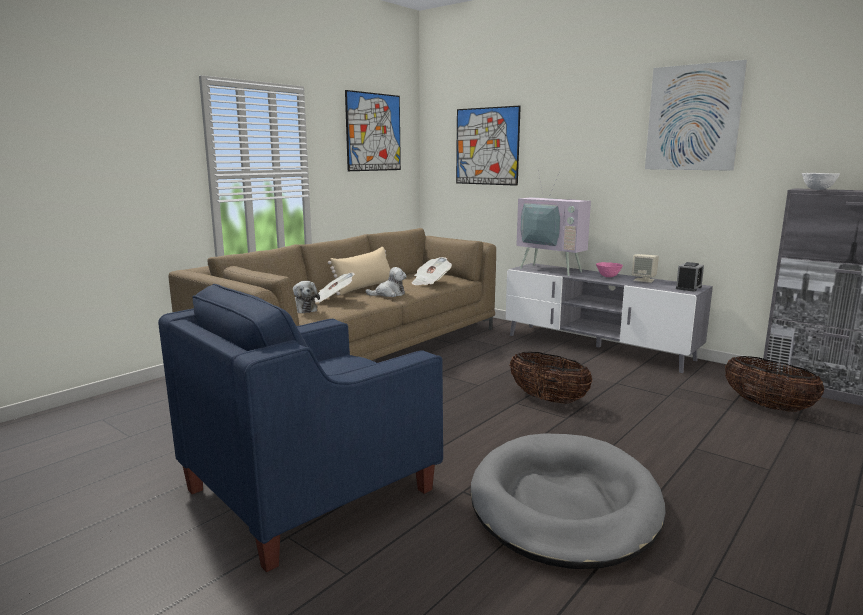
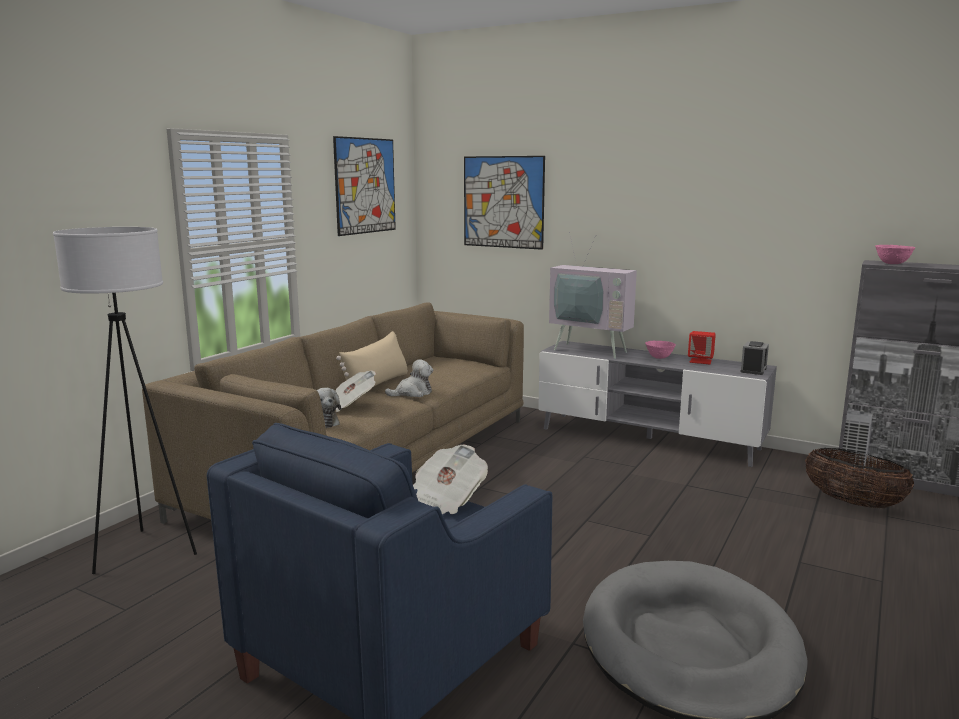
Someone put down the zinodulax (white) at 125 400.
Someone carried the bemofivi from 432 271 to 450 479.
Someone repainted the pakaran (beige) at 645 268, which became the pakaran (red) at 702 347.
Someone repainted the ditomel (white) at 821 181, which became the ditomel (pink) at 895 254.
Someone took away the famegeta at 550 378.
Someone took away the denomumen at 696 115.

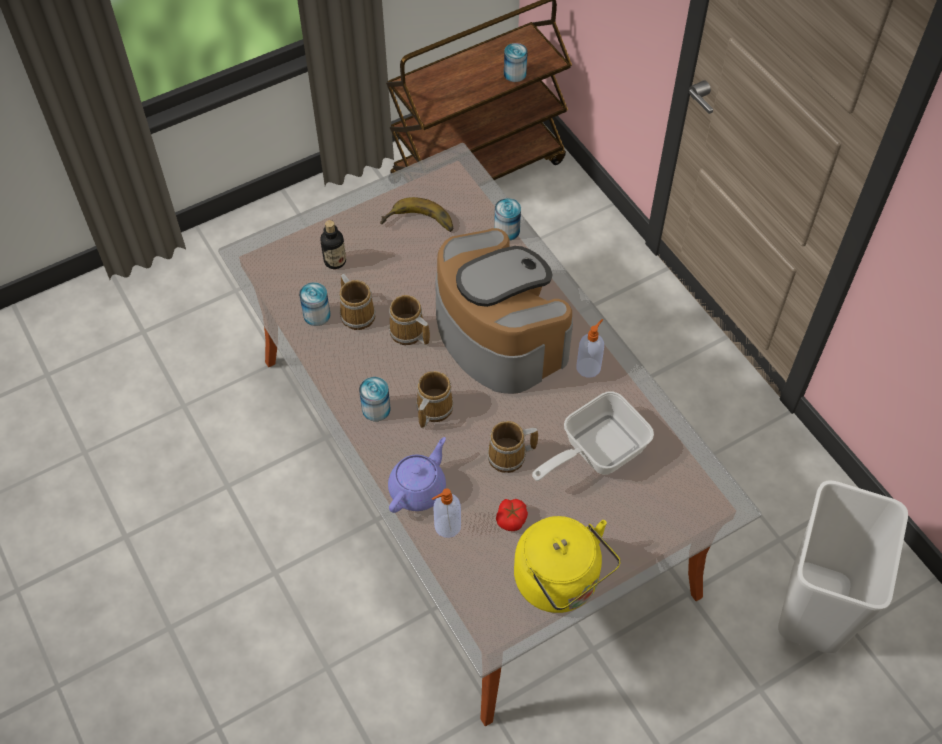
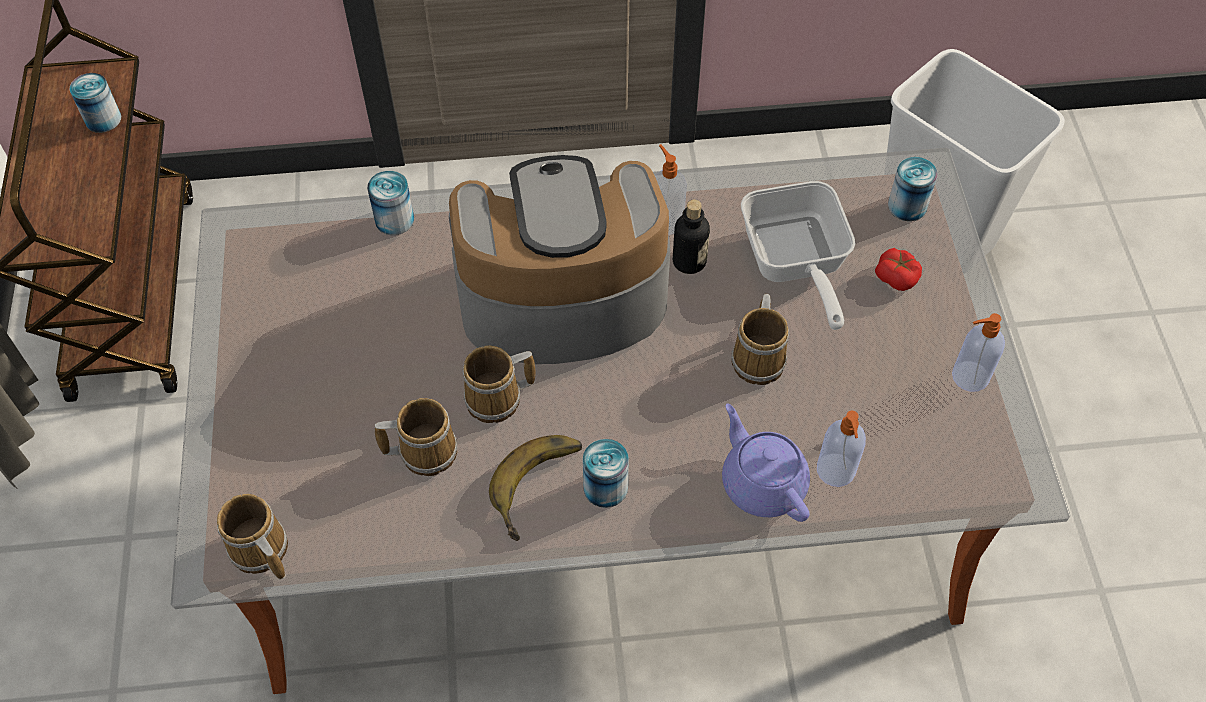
Someone carried the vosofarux from 435 399 to 252 537.
Someone carried the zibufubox from 416 214 to 535 488.
Someone carried the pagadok from 333 244 to 691 236.
Someone carried the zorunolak from 512 515 to 898 269.
Someone carried the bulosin from 314 304 to 913 189.
Someone swapped the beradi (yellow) at 567 564 for the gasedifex at 978 352.

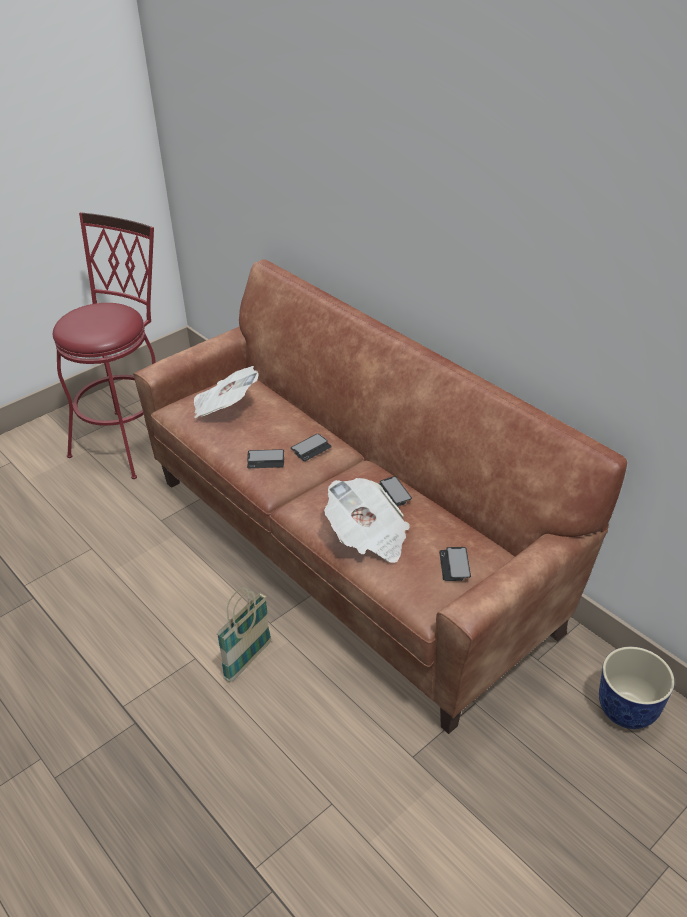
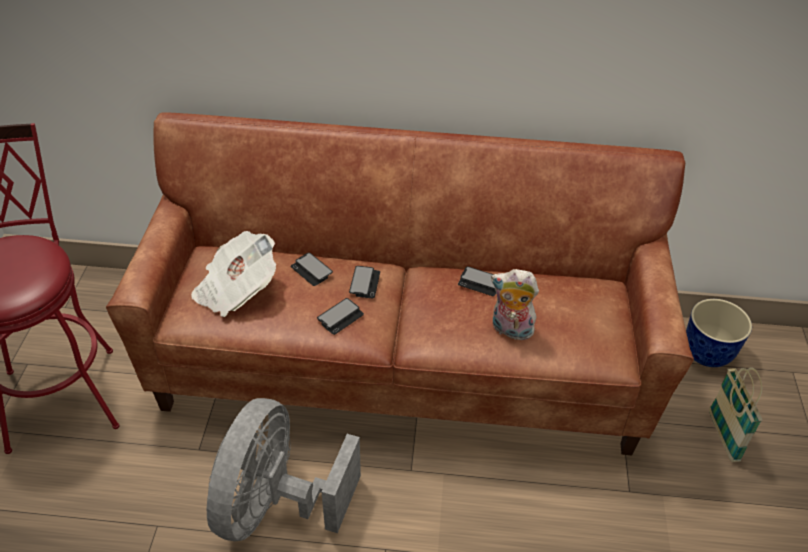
Someone put down the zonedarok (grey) at 284 469.
Someone carried the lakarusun from 455 564 to 311 269.
Someone swapped the bemofivi at 367 520 for the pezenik at 515 304.
Someone carried the famegeta from 243 635 to 735 414.

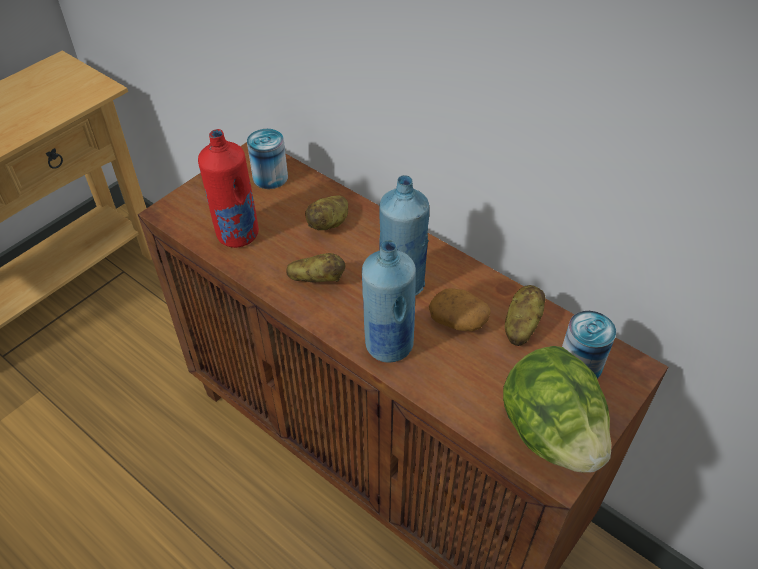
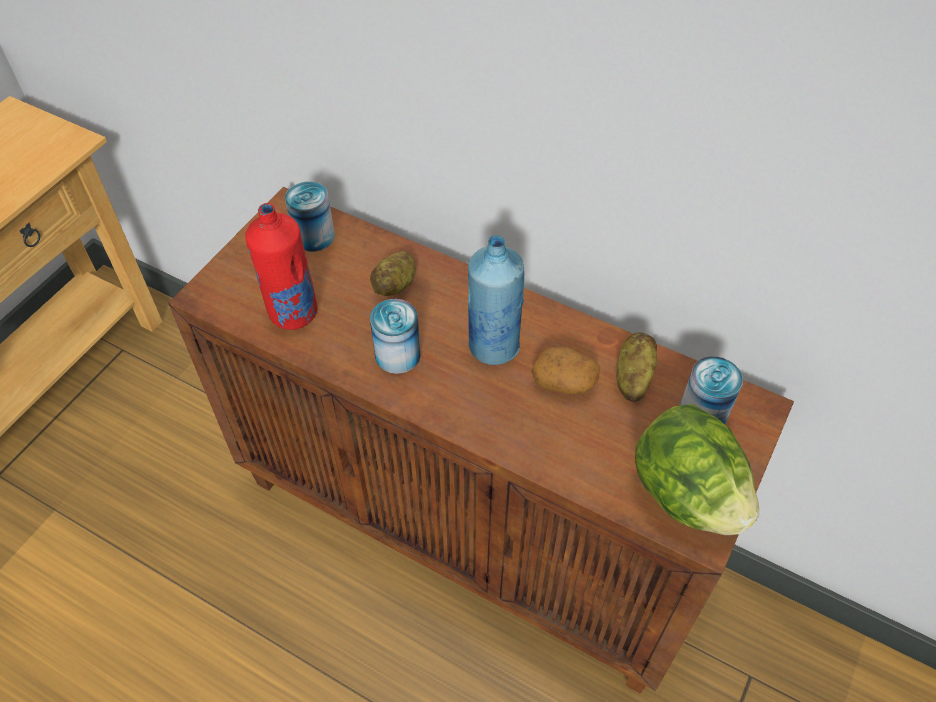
Someone swapped the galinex at 315 267 for the bulosin at 395 336.
Someone took away the pagadok (blue) at 389 301.

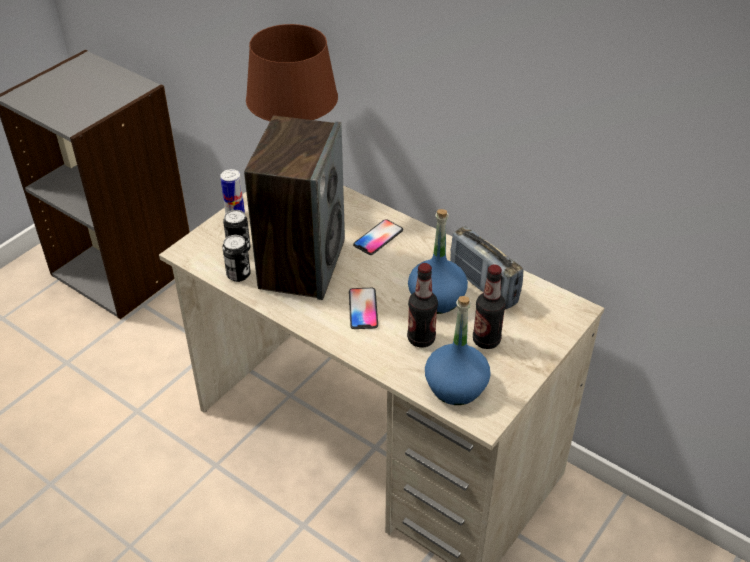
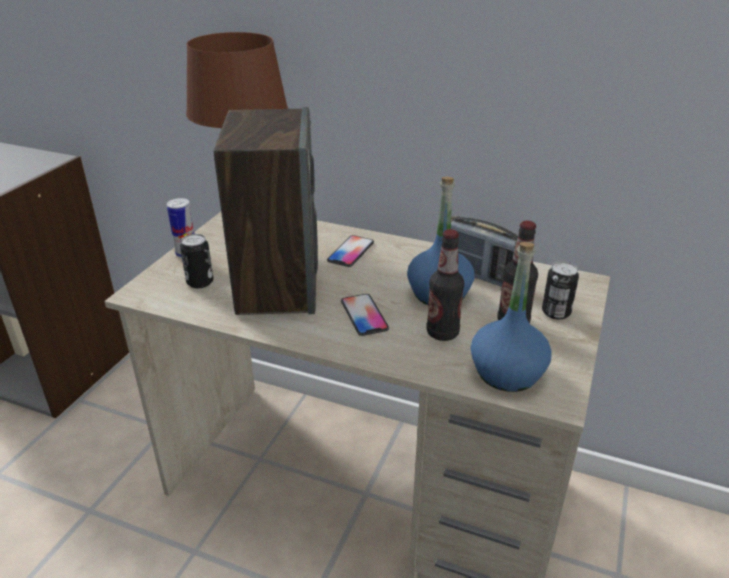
Someone carried the bulosin from 236 258 to 560 290.

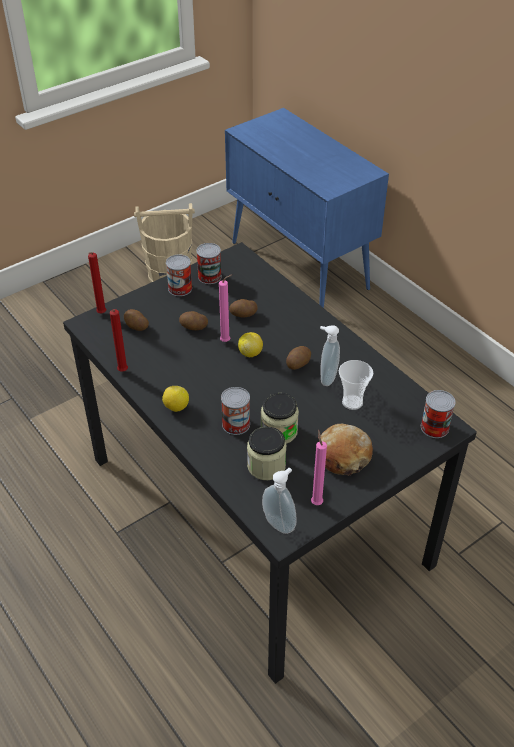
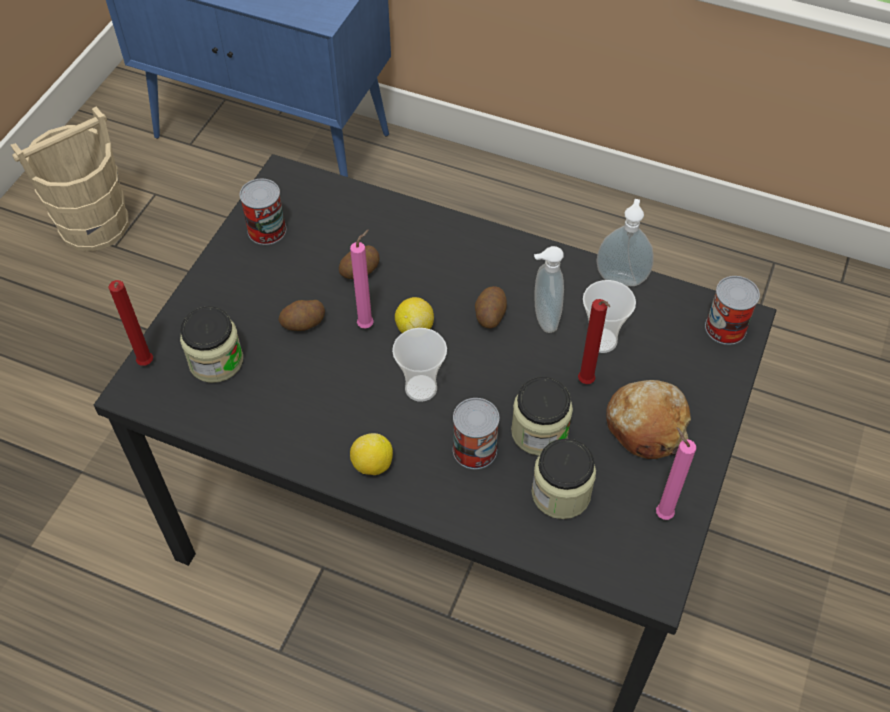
Someone swapped the galinex at 136 320 for the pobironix at 211 344.
Someone put down the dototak at 419 365.
Someone carried the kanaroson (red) from 119 340 to 594 341.
Someone carried the gasedifex from 279 501 to 625 242.
Someone took away the bulosin at 179 275.

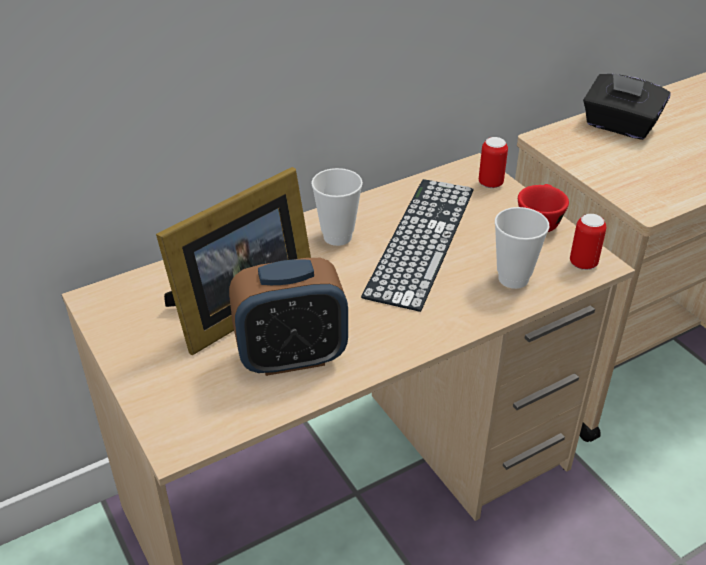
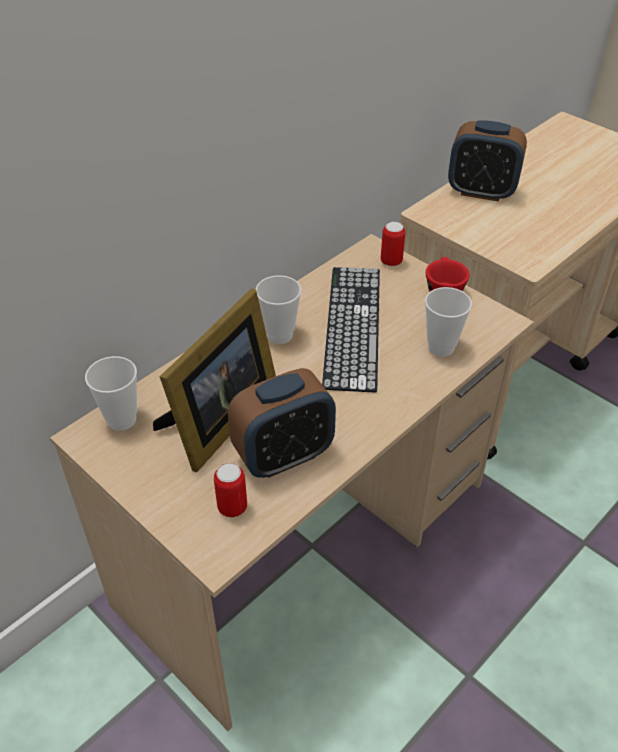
Someone put down the dototak at 111 393.
Someone carried the bulosin from 588 242 to 230 490.
Someone swapped the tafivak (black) at 627 106 for the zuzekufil at 487 161.

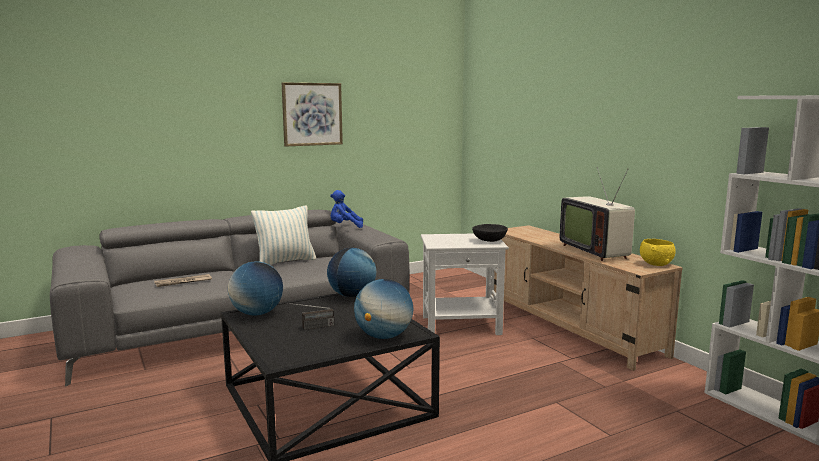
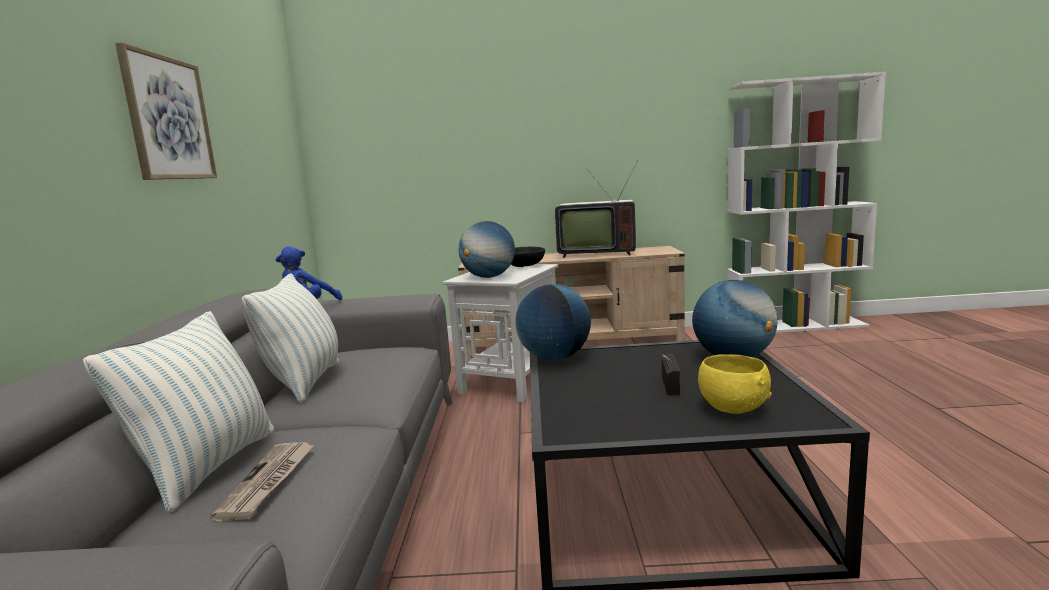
Someone put down the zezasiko at 178 412.
Someone carried the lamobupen from 255 288 to 487 249.
Someone carried the ditomel (yellow) from 658 252 to 735 384.

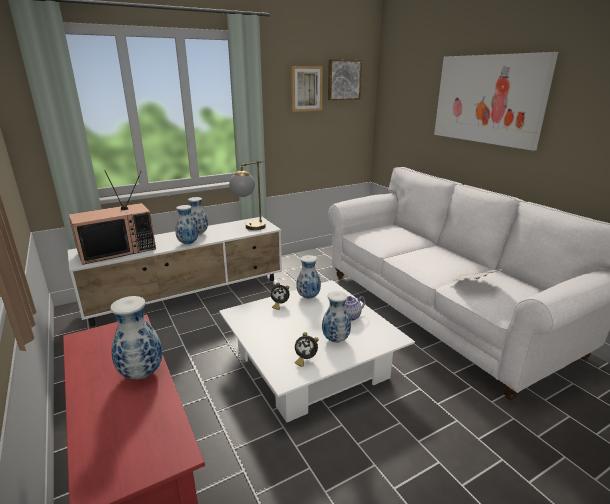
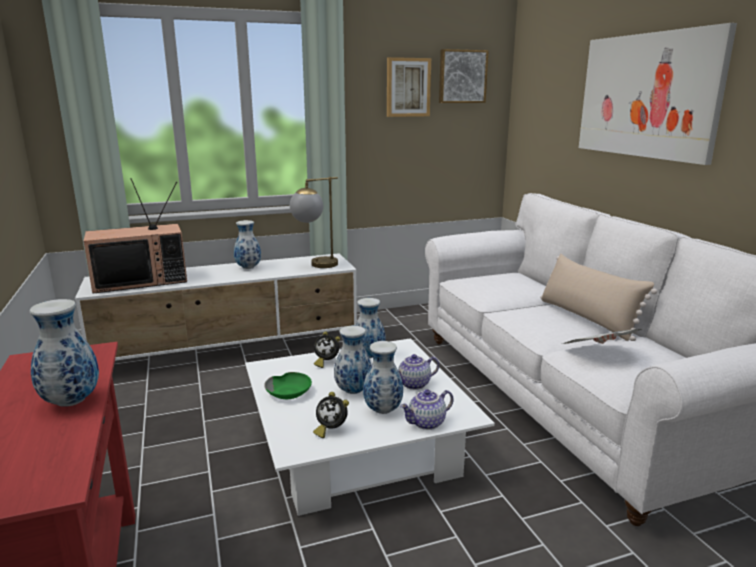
Someone put down the ditomel (green) at 288 385.
Someone carried the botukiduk from 186 225 to 352 360.
Someone put down the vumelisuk at 427 409.
Someone put down the zezasiko (beige) at 598 297.

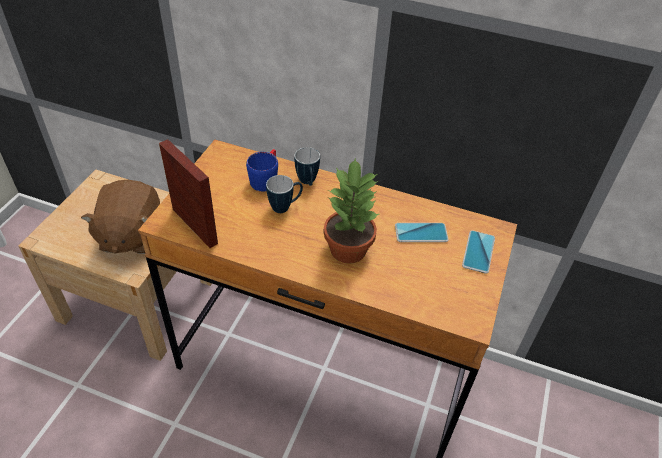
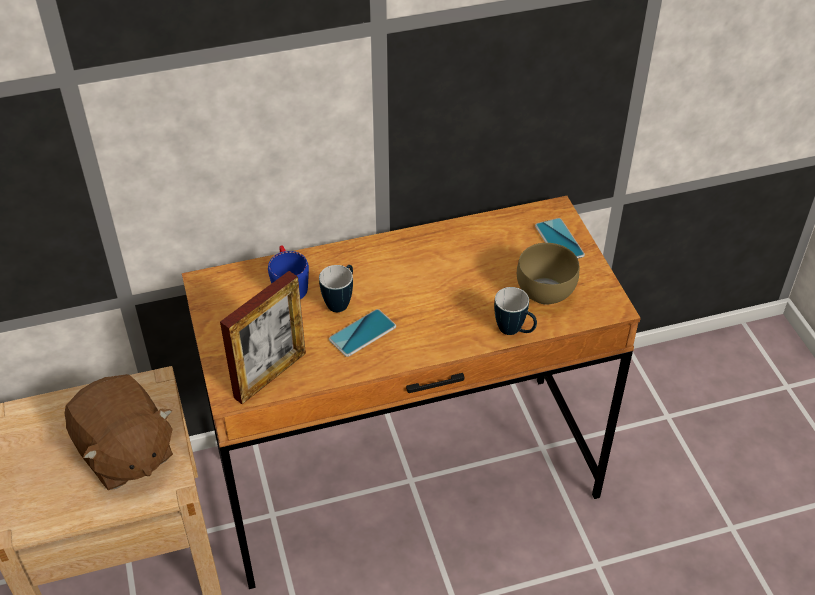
Someone rotated the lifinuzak at 188 193 by 120 degrees clockwise.
Someone carried the lakarusun from 422 232 to 362 333.
Someone carried the vosofarux from 307 166 to 515 311.
Someone put down the ditomel (brown) at 548 274.
Someone took away the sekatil at 351 211.

